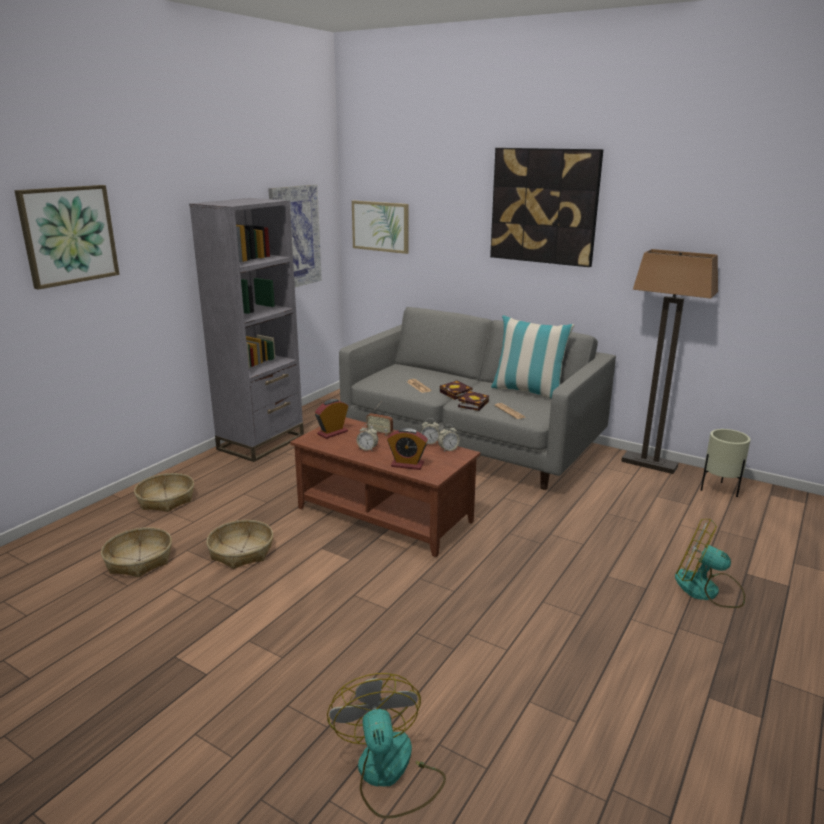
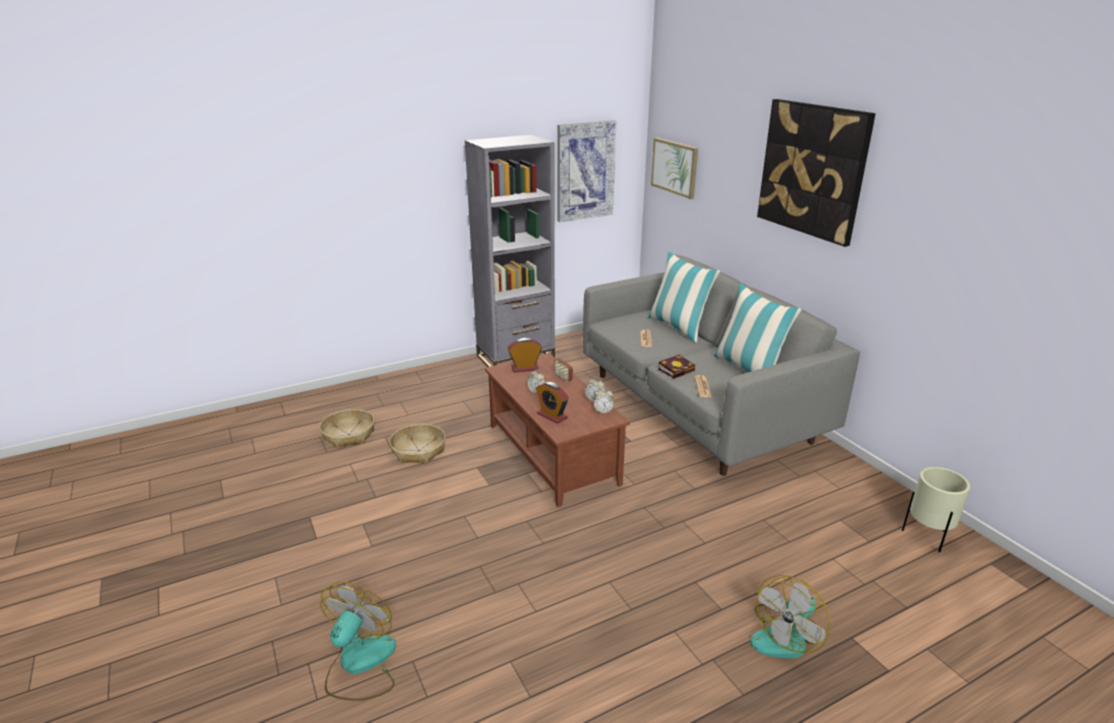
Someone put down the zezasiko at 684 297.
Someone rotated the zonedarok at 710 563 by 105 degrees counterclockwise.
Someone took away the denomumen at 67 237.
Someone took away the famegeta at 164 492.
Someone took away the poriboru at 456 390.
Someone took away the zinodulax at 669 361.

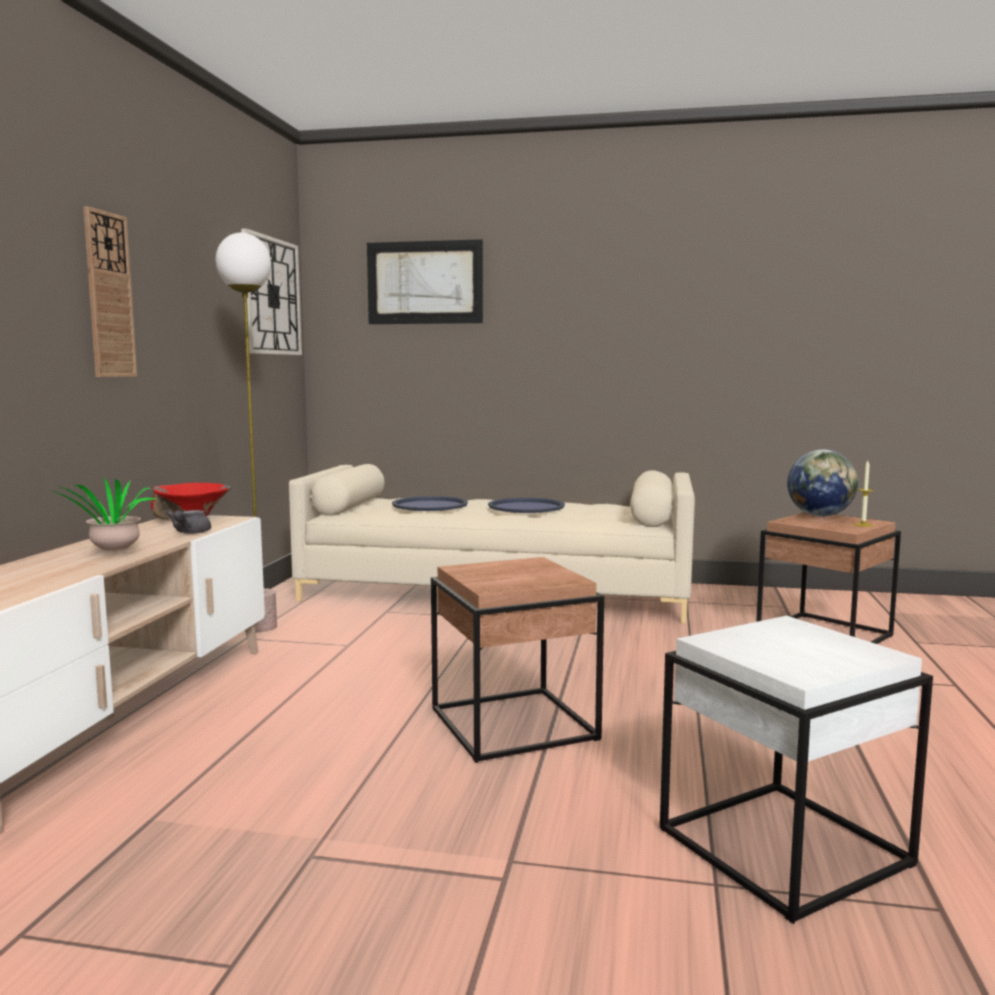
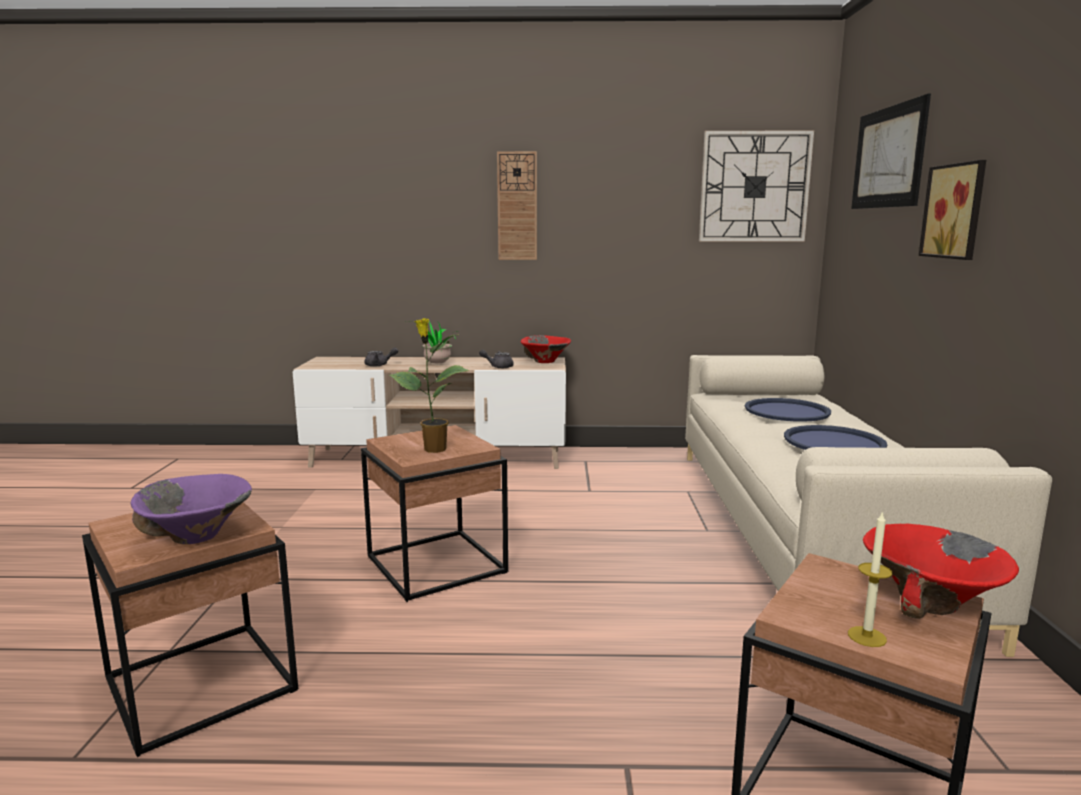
Someone repainted the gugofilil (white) at 796 770, which became the gugofilil (brown) at 190 629.
Someone put down the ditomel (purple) at 191 509.
Someone put down the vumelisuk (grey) at 381 357.
Someone put down the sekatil at 429 385.
Someone swapped the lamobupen at 822 483 for the ditomel (red) at 941 571.
Someone put up the denomumen at 952 210.
Someone took away the zinodulax at 246 432.

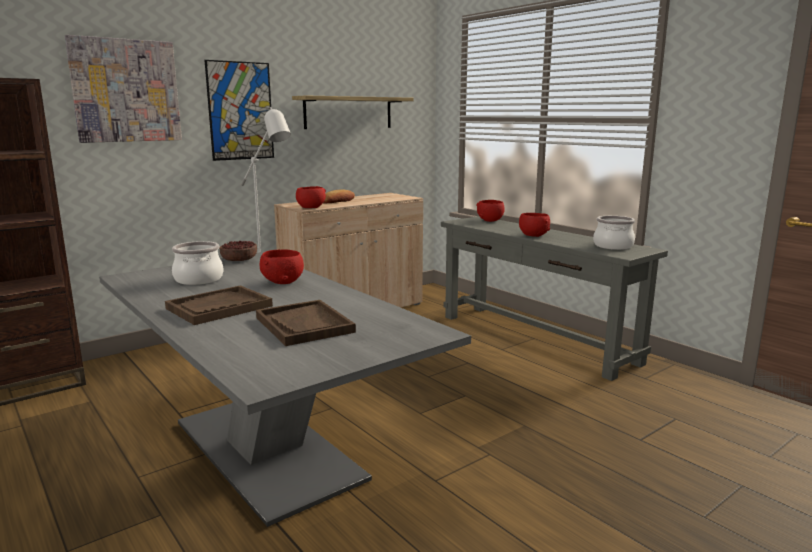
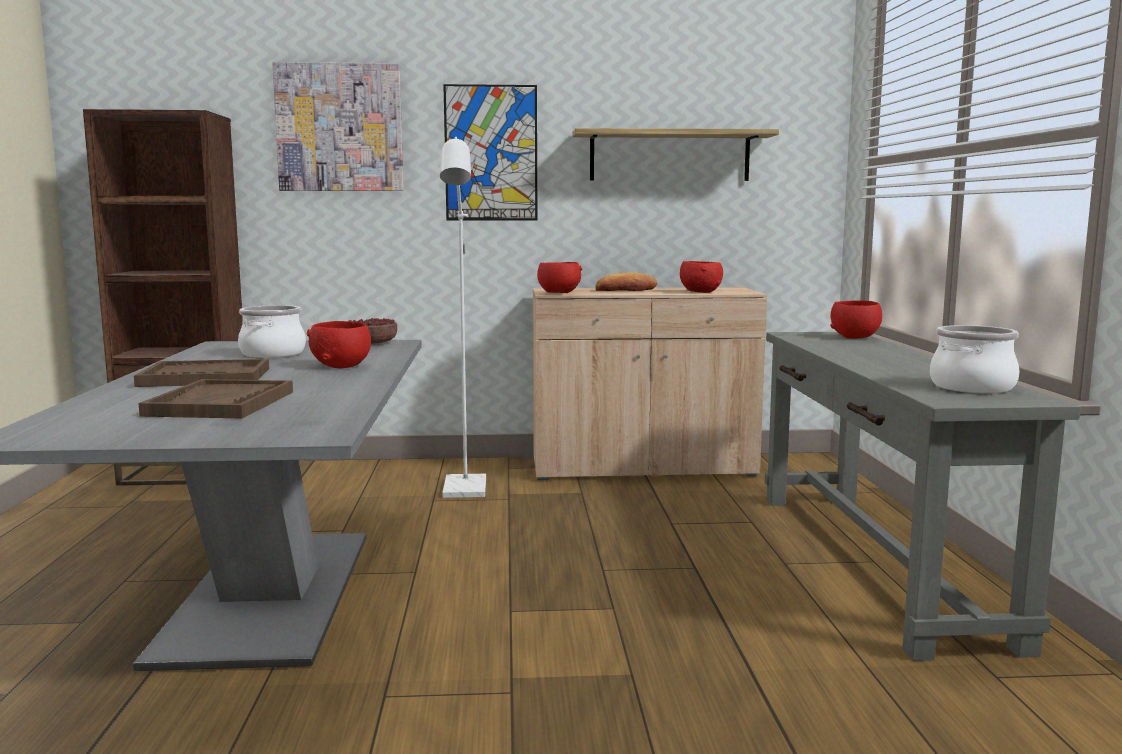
Someone carried the ditomel (red) from 534 225 to 701 277.

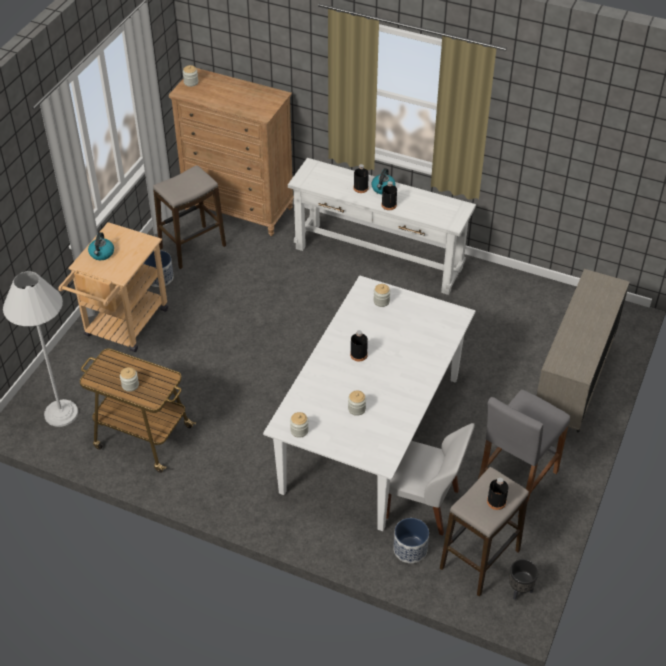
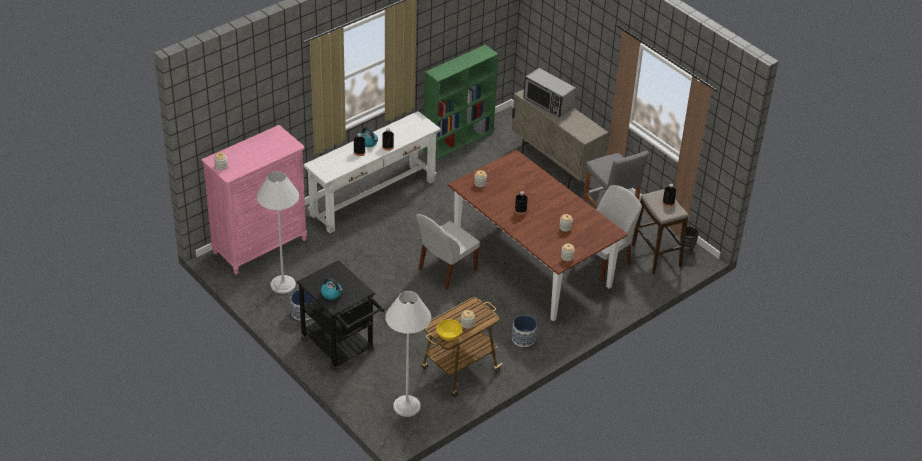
Someone repainted the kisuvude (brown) at 231 152, which became the kisuvude (pink) at 254 200.
Someone swapped the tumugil at 189 217 for the zinodulax (white) at 278 232.
Someone repainted the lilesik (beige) at 113 287, which became the lilesik (black) at 340 315.
Someone put down the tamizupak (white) at 448 252.
Someone put down the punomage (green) at 460 103.
Someone put down the ditomel (yellow) at 449 330.
Someone repainted the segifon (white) at 369 403, which became the segifon (brown) at 538 235.
Someone carried the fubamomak from 411 540 to 524 331.
Someone put down the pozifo at 549 92.

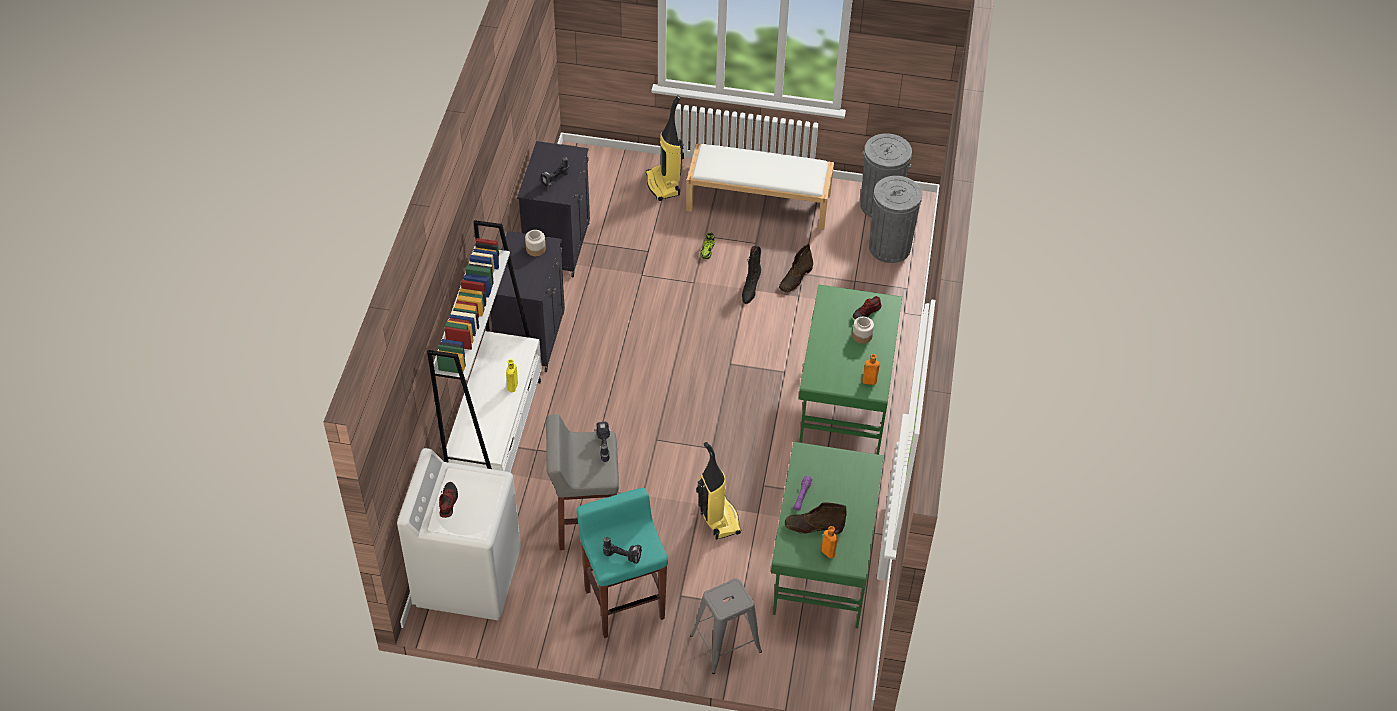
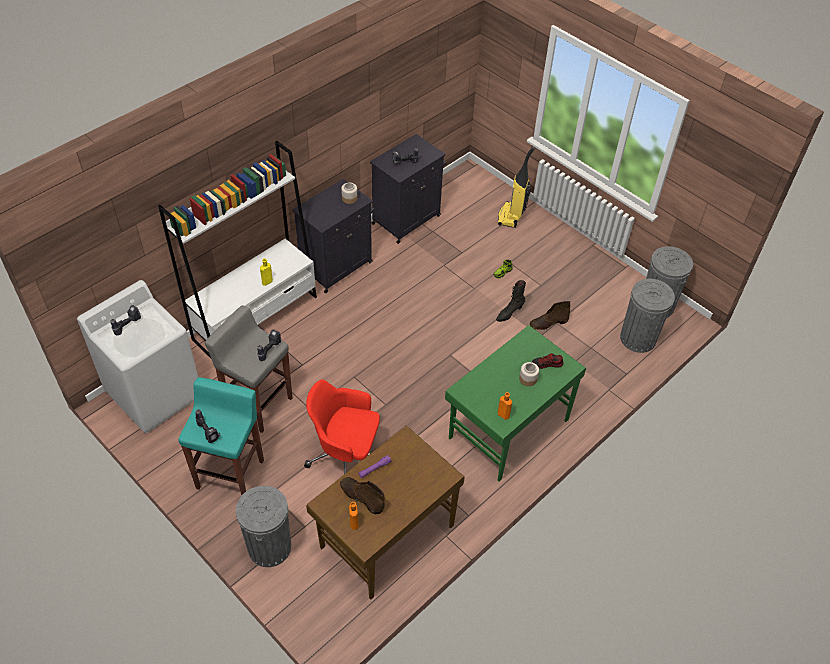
Someone swapped the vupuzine at 448 500 for the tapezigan at 125 320.
Someone swapped the tumugil (grey) at 726 626 for the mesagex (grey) at 263 526.
Someone swapped the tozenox at 719 491 for the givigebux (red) at 342 426.
Someone repainted the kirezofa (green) at 827 535, which became the kirezofa (brown) at 385 512.
Someone took away the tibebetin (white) at 760 186.

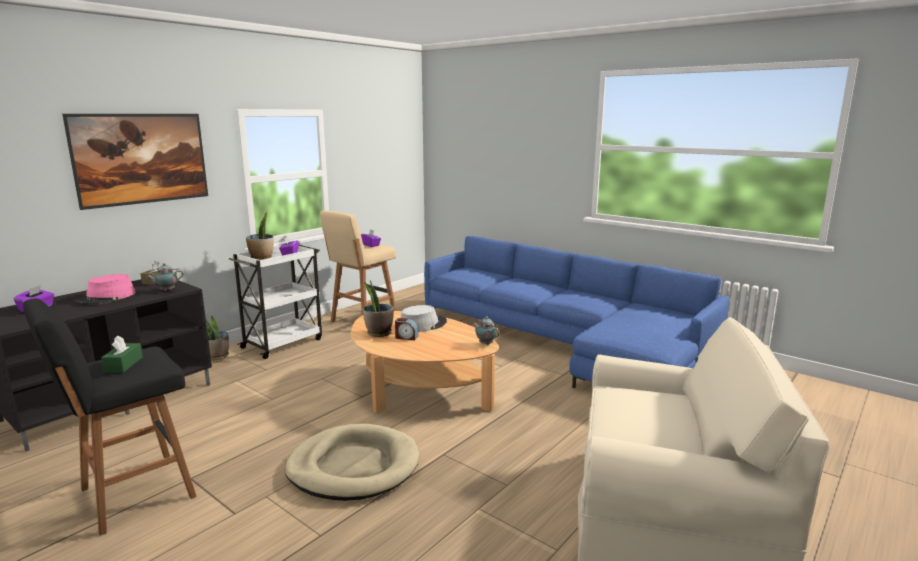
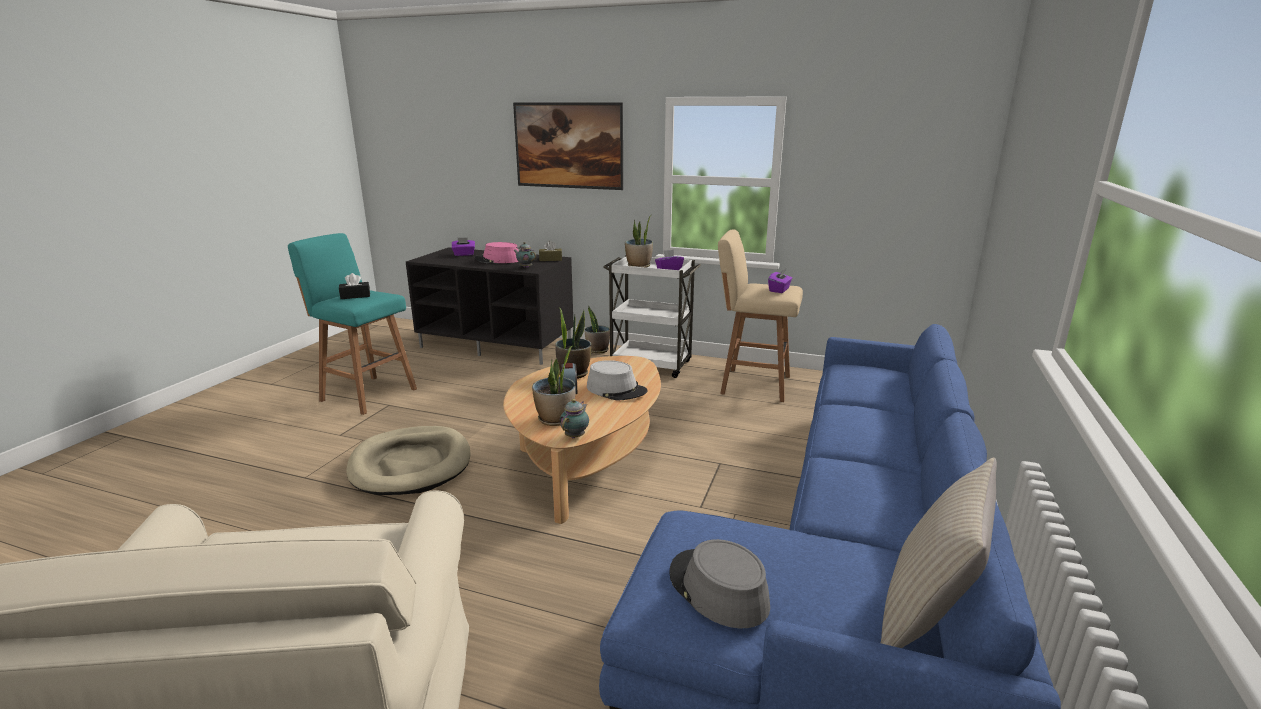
Someone repainted the tumugil (black) at 110 417, which became the tumugil (turquoise) at 352 324.
Someone repainted the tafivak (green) at 122 353, which became the tafivak (black) at 354 286.
Someone put down the sekatil at 554 386.
Someone put down the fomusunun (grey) at 719 583.
Someone put down the zezasiko (beige) at 939 552.

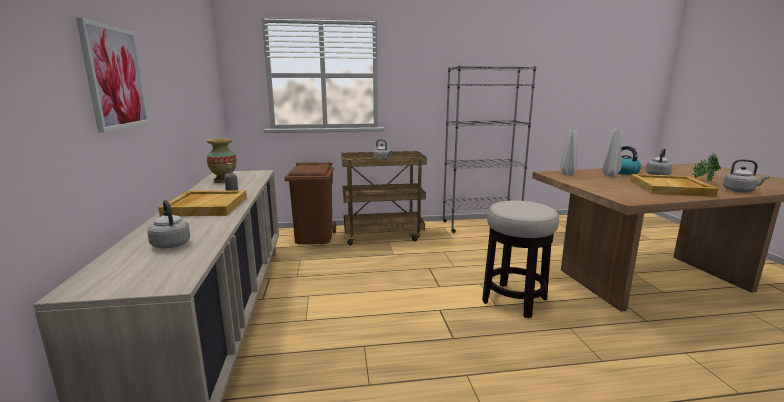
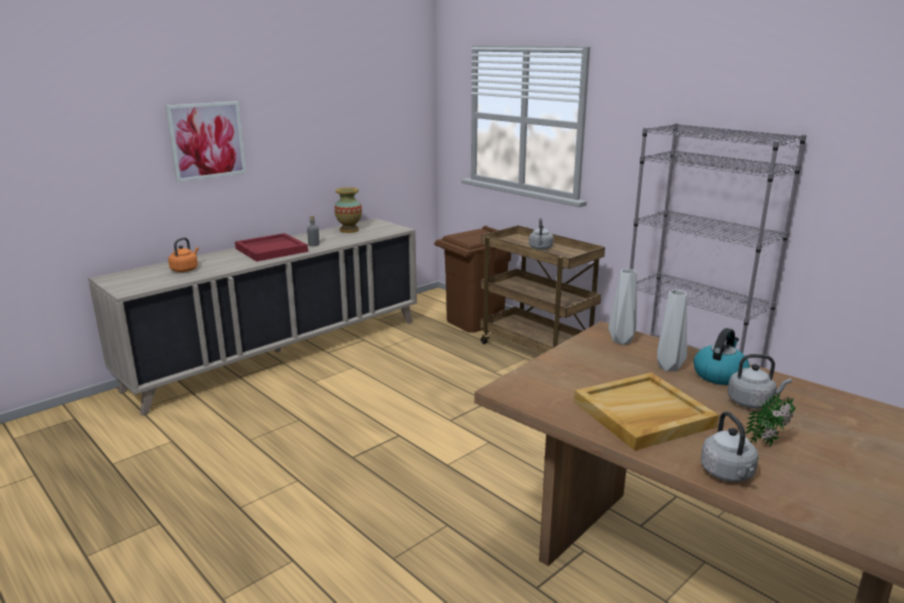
Someone repainted the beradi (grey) at 168 224, which became the beradi (orange) at 183 254.
Someone repainted the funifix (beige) at 202 203, which became the funifix (red) at 271 247.
Someone took away the tumugil at 520 259.

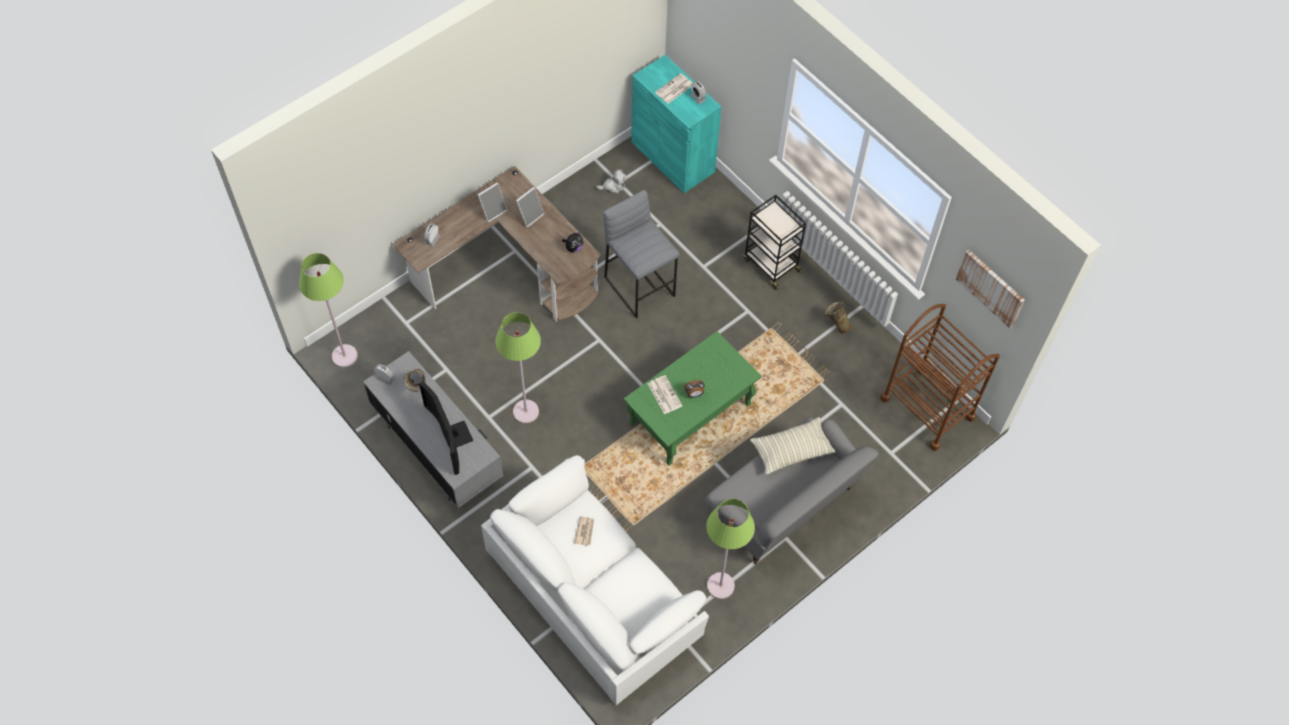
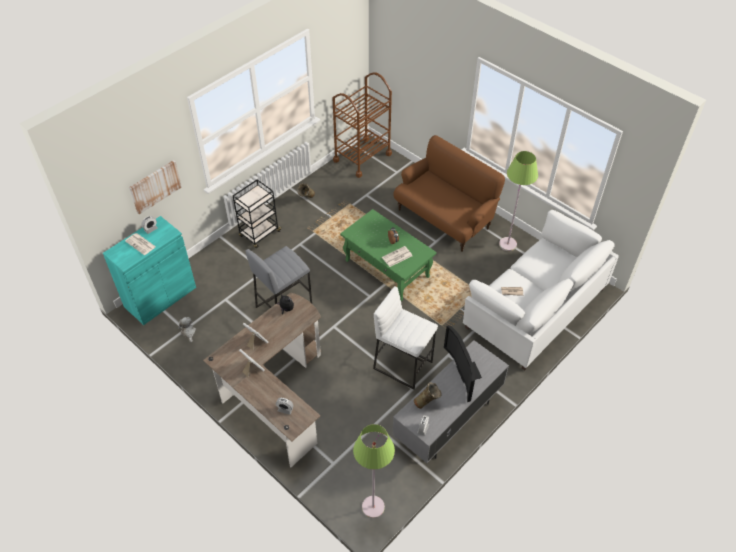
Someone carried the denomumen from 990 289 to 155 187.
Someone swapped the zinodulax (green) at 518 368 for the tumugil (white) at 405 338.
Someone repainted the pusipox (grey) at 792 490, which became the pusipox (brown) at 449 193.
Someone rotated the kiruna at 446 428 by 105 degrees clockwise.
Someone took away the zezasiko at 792 446.

